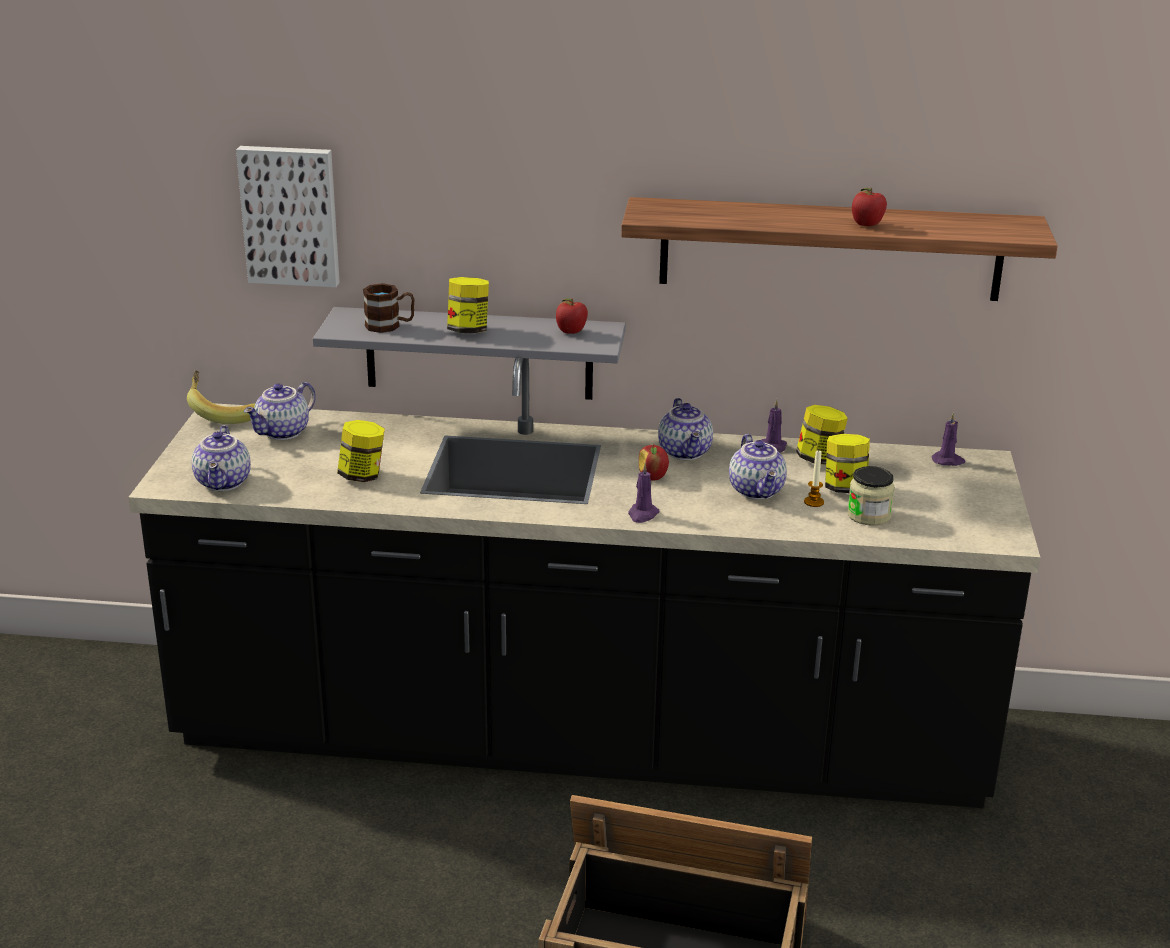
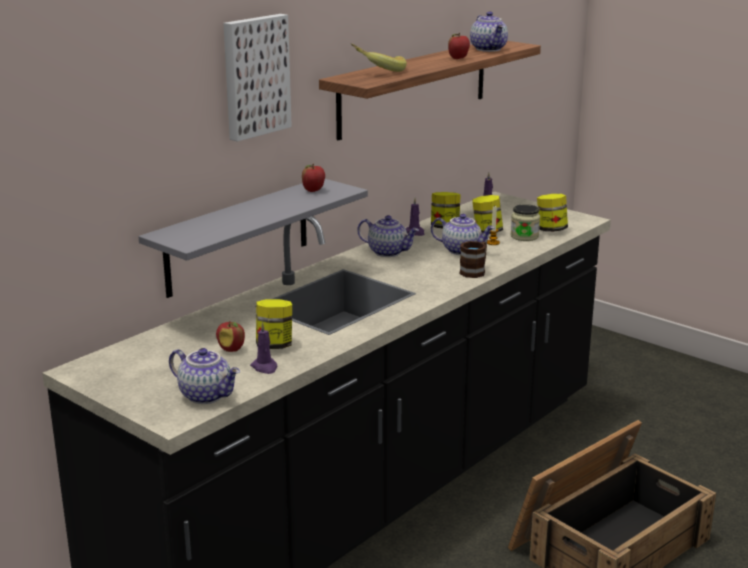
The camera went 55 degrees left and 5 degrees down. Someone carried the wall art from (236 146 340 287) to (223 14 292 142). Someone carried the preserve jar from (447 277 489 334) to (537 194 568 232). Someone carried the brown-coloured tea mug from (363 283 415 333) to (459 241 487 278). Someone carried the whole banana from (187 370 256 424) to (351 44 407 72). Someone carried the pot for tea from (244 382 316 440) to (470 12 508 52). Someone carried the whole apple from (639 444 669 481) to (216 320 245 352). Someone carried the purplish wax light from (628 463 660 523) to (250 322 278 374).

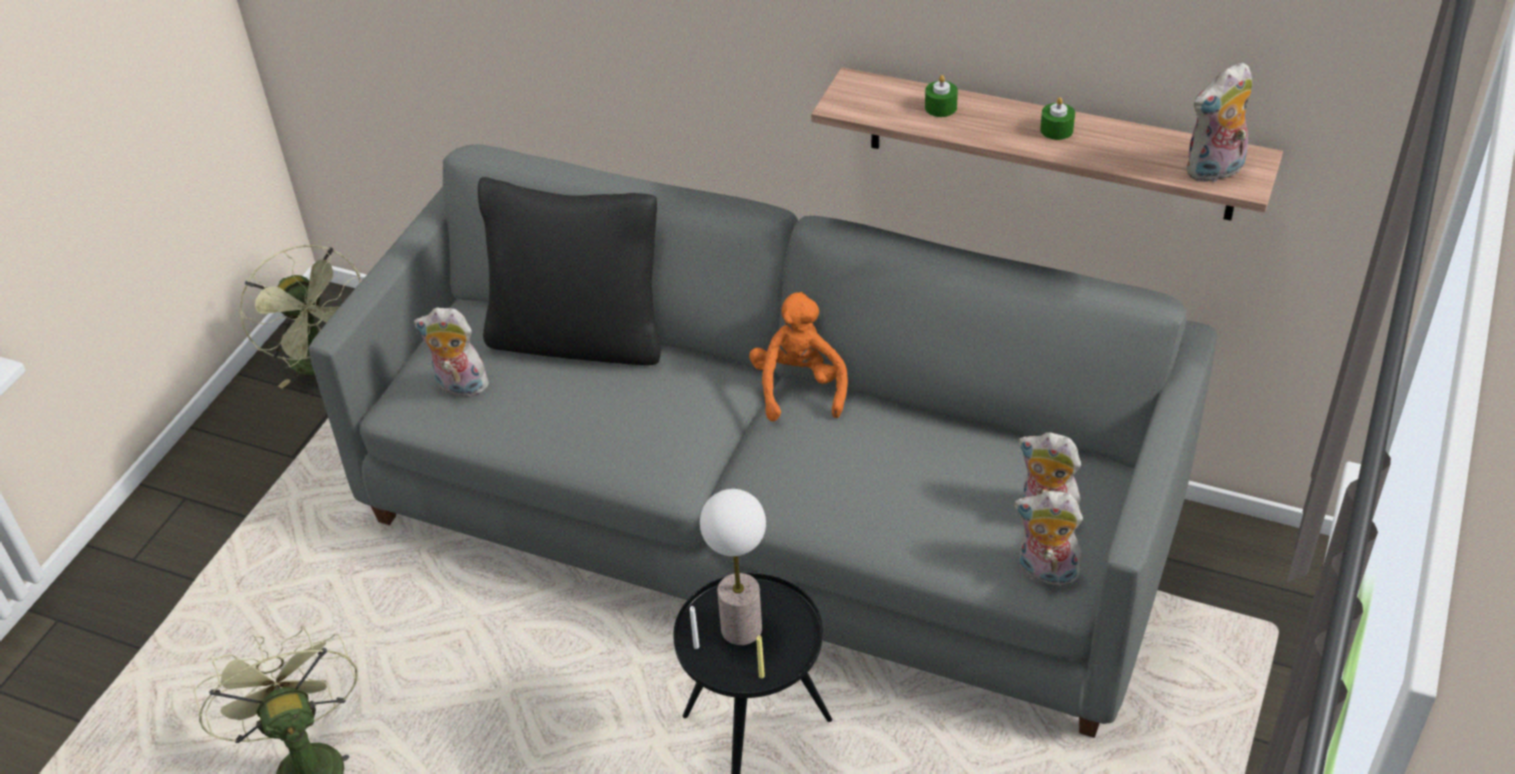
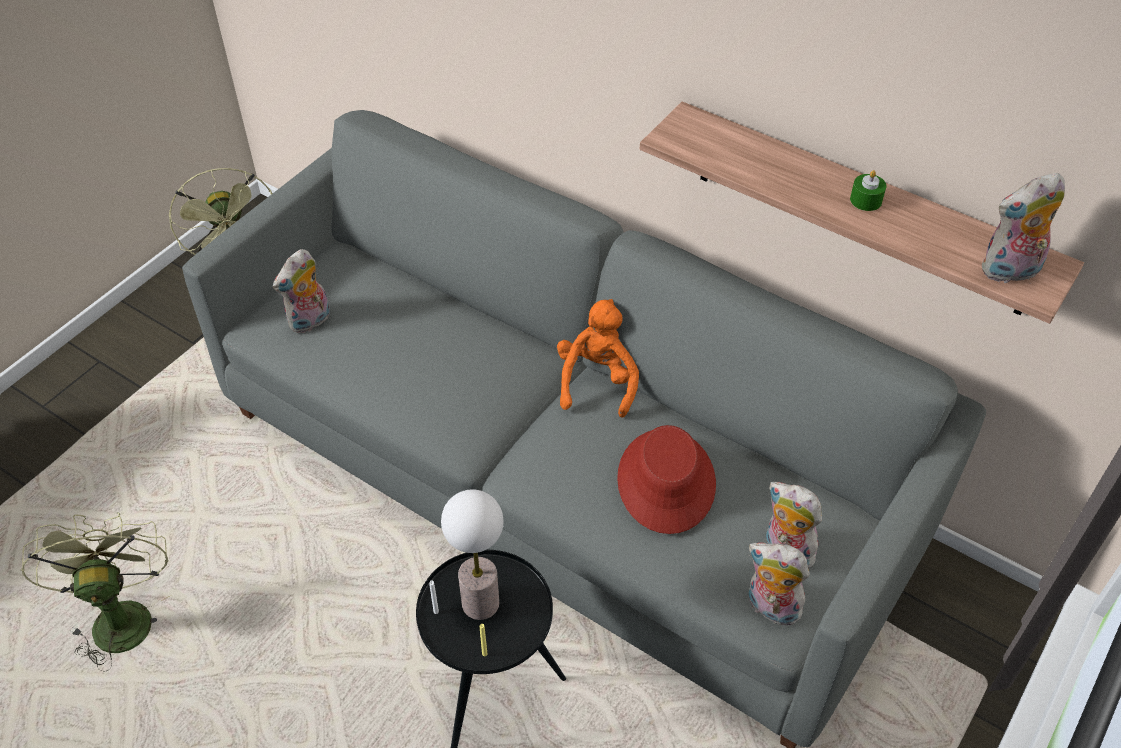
The camera went 10 degrees right and 5 degrees up. Someone took away the greenish wax light at (925 75 958 117). Someone took away the blackish cushion at (478 177 661 366). Someone rotated the cuddly toy at (414 307 492 397) by 75 degrees counterclockwise. Someone put down the reddish hat at (617 425 716 534).

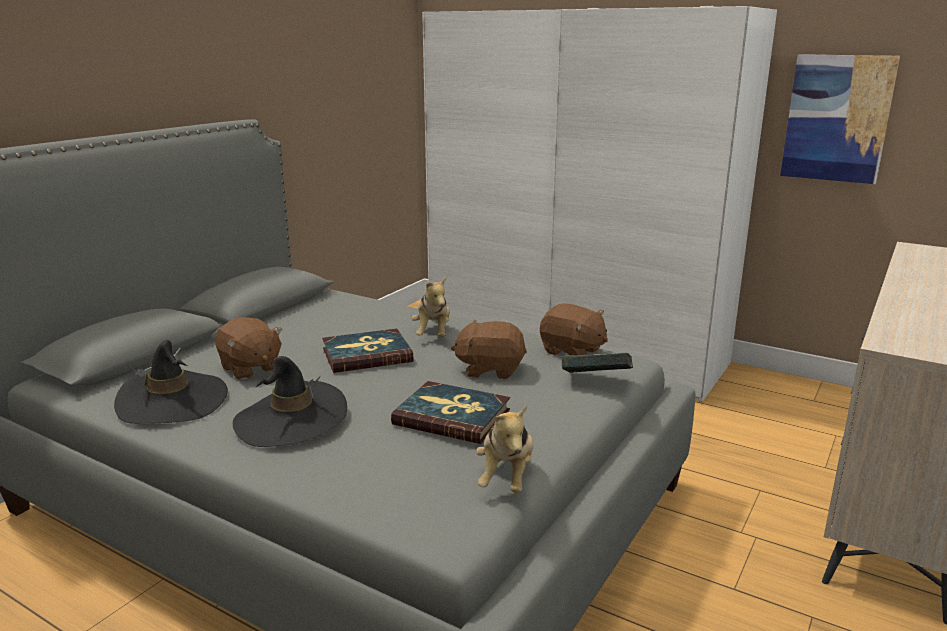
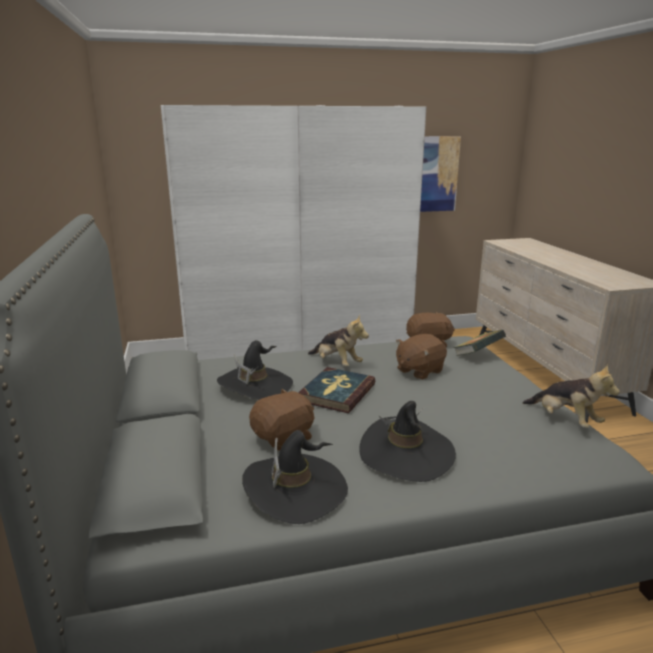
The camera went 45 degrees left and 0 degrees up. Someone rotated the brown-coloured cuddly toy at (216 317 283 380) by 45 degrees counterclockwise. Someone took away the book at (391 381 510 444). Someone put down the blackish hat at (217 340 293 399).

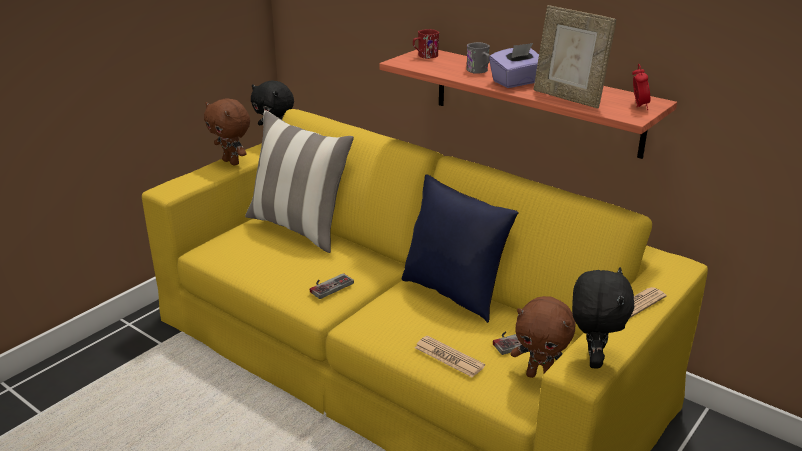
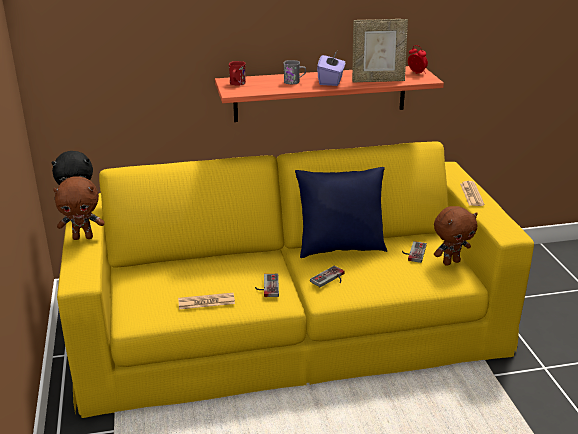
The camera went 50 degrees left and 0 degrees up. Someone took away the cushion at (245 110 354 253). Someone took away the blackish cuddly toy at (572 267 634 369). Someone carried the daily paper from (415 336 485 377) to (178 293 235 309). Someone put down the gamepad at (310 266 345 287).

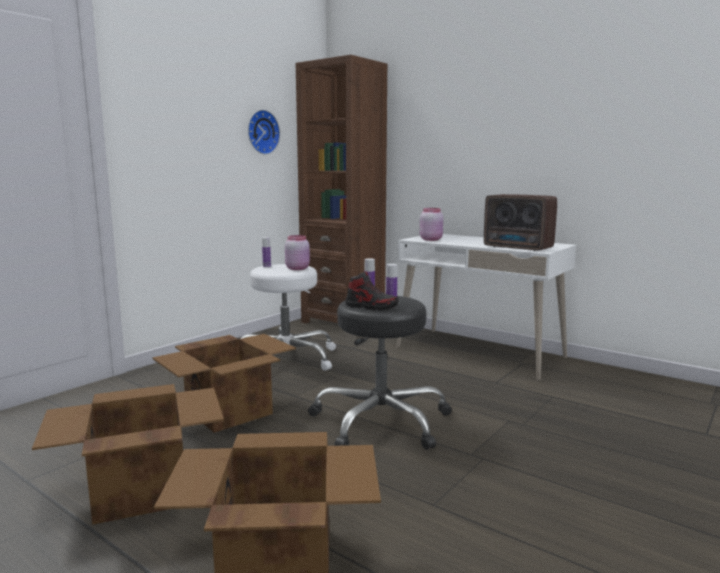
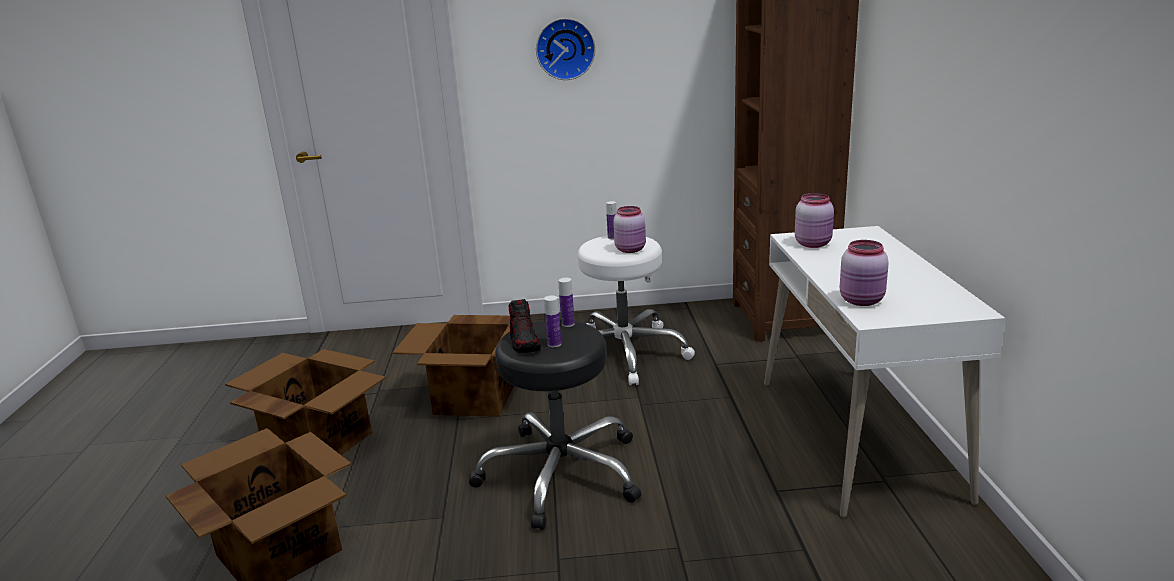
The camera went 50 degrees right and 10 degrees up. Someone carried the clock on the wall from (248 110 280 155) to (536 18 595 80). Someone swapped the radio set at (484 194 557 251) for the pink-coloured preserve jar at (840 240 889 306).

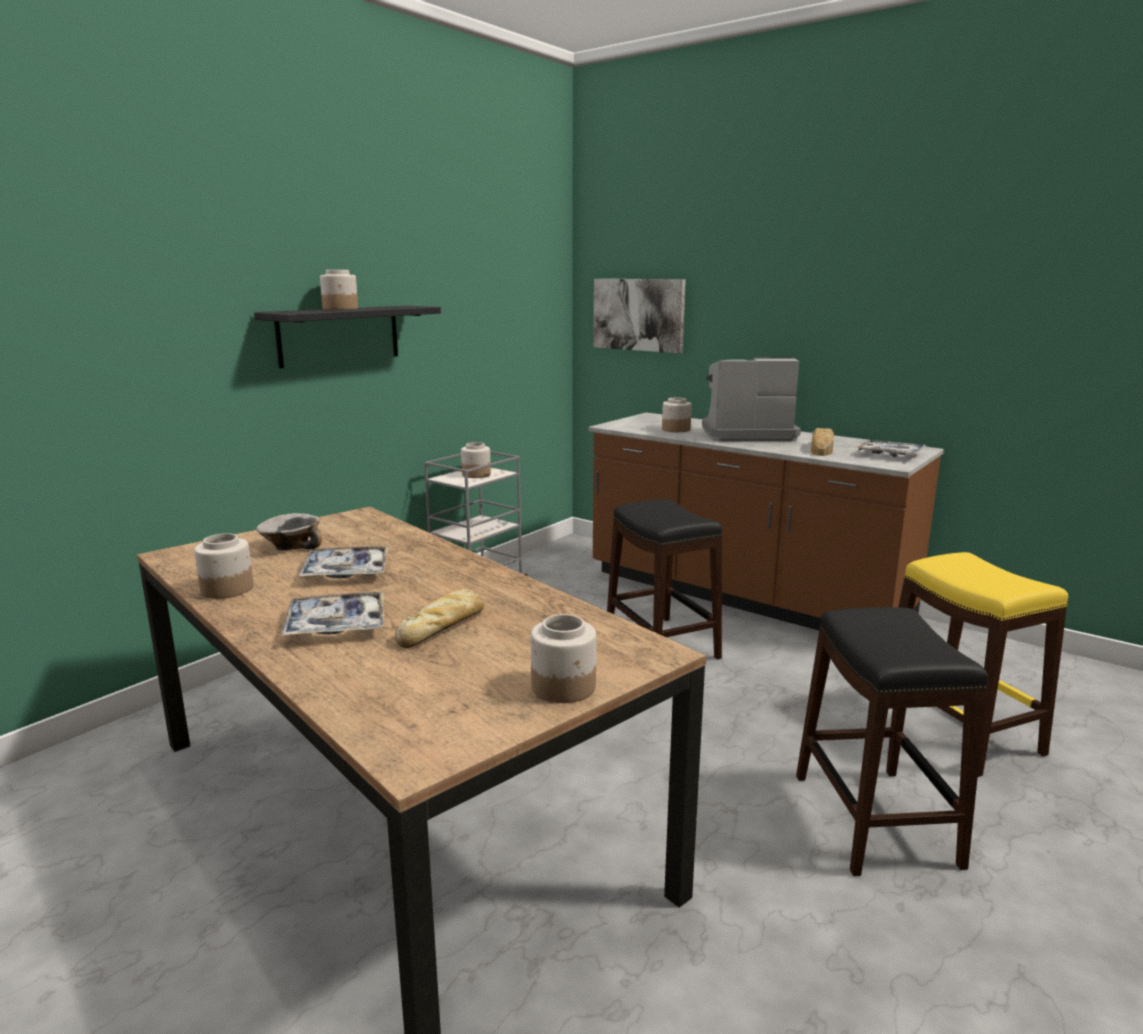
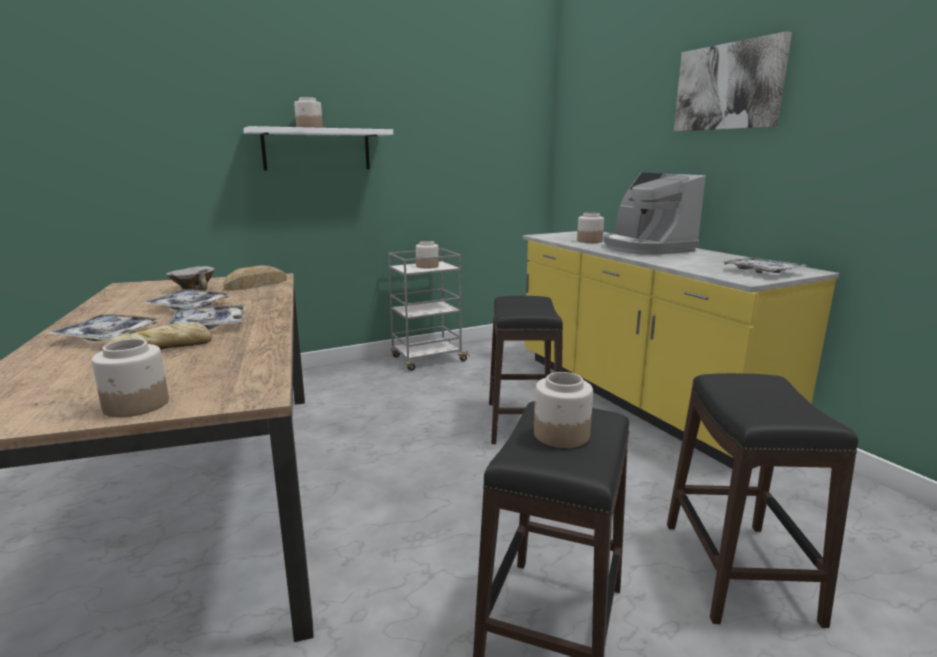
The camera went 25 degrees right and 0 degrees up. Someone carried the wall art from (593 279 686 353) to (674 31 792 131). Someone repainted the blackish bracket shelf at (254 306 441 368), which became the white bracket shelf at (243 126 393 170). Someone rotated the coffee brewer at (702 357 801 441) by 135 degrees counterclockwise. Someone repainted the brown-coloured kitchen base unit at (589 413 944 630), which became the yellow-coloured kitchen base unit at (522 231 839 469). Someone carried the baked bread from (811 428 834 456) to (223 265 287 291). Someone carried the preserve jar from (194 533 254 599) to (534 372 593 448). Someone repainted the yellow-coloured stool seat at (899 552 1068 777), which became the blackish stool seat at (667 373 859 628). Someone put down the carrying tray at (167 305 247 329).

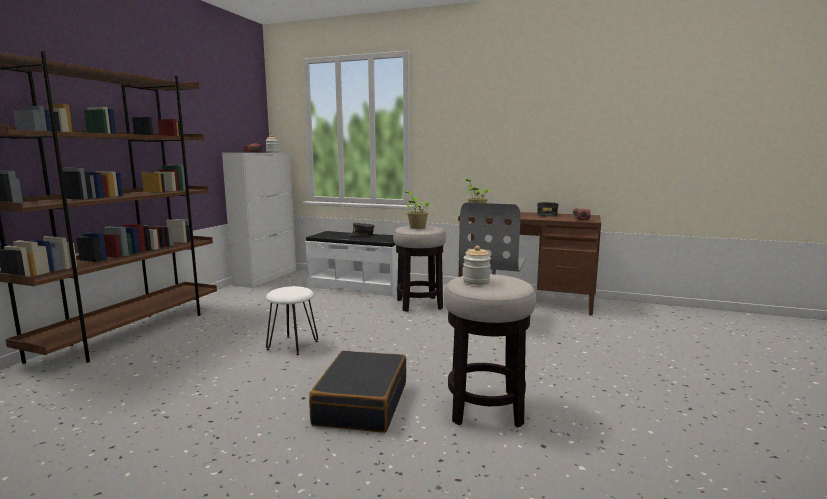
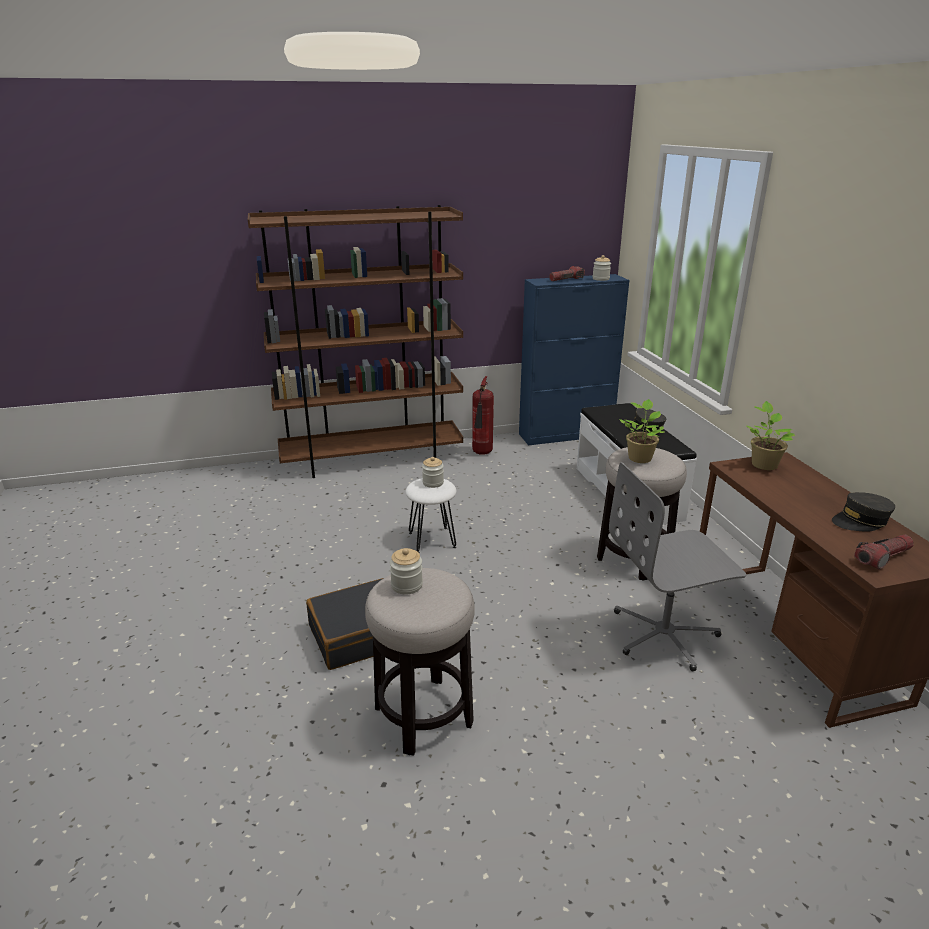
The camera went 55 degrees right and 15 degrees up. Someone repainted the white storage cabinet at (222 153 296 288), which became the bluish storage cabinet at (519 274 629 446). Someone put down the extinguisher at (472 376 494 455). Someone put down the preserve jar at (422 457 444 488).

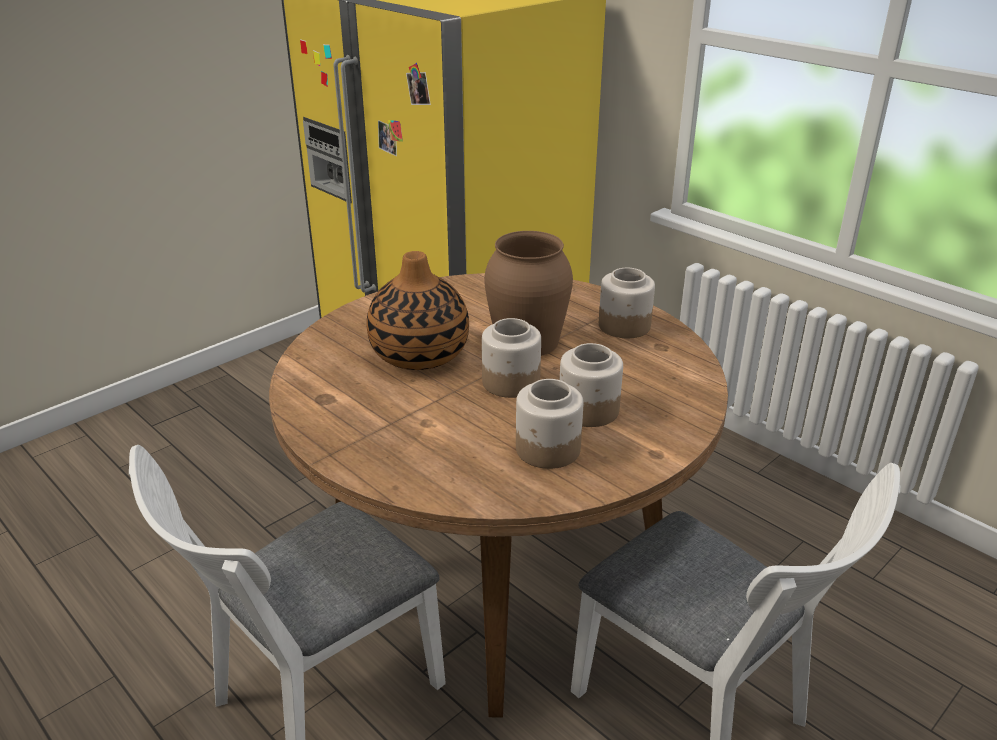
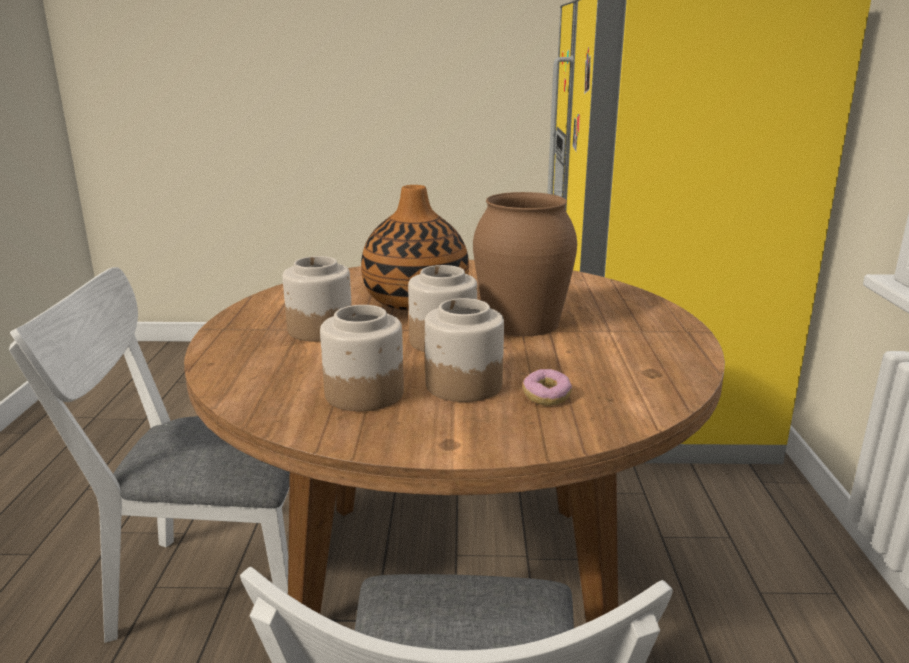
The camera went 45 degrees right and 10 degrees down. Someone carried the preserve jar from (599 268 655 338) to (283 256 352 341). Someone put down the doughnut at (523 369 572 406).

